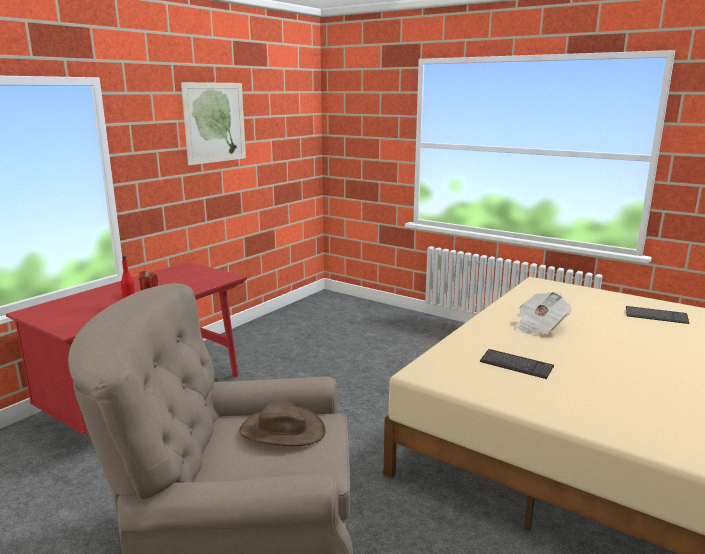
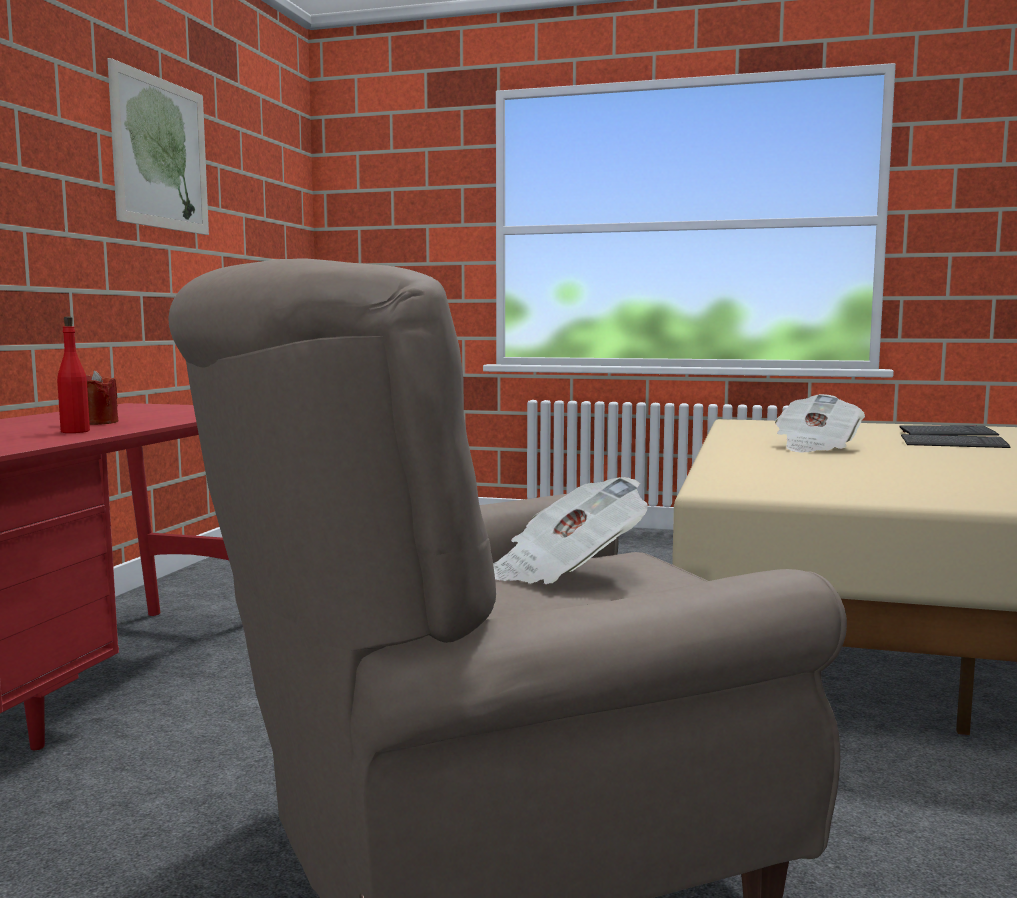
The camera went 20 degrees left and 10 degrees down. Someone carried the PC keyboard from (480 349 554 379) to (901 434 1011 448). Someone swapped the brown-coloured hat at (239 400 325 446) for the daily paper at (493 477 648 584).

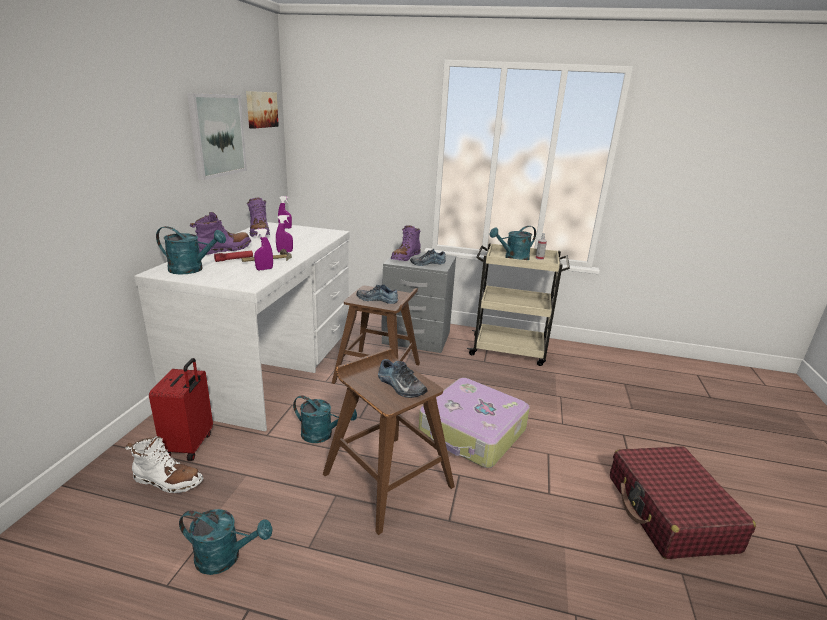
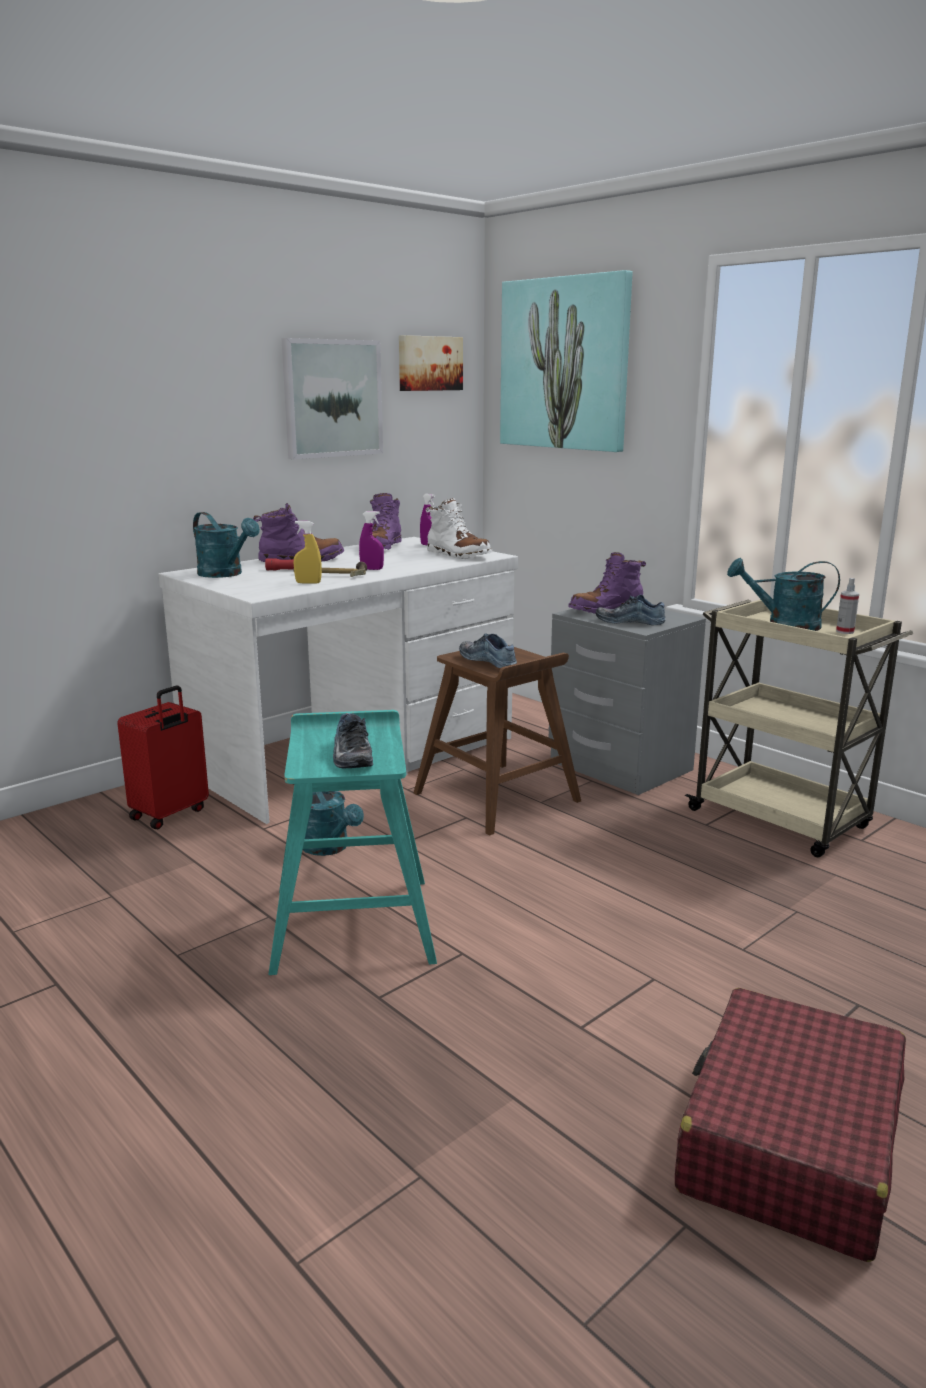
The camera went 35 degrees right and 5 degrees down. Someone repainted the purplish hand sprayer at (254 228 273 270), which became the yellow-coloured hand sprayer at (294 521 322 584). Someone repainted the brown-coloured stool seat at (323 348 455 535), which became the turquoise stool seat at (268 710 437 975). Someone took away the piece of luggage at (419 378 530 468). Someone carried the white tall boot from (125 436 203 493) to (426 498 493 559). Someone took away the turquoise sprinkling can at (179 509 272 575). Someone put up the wall art at (500 270 632 452).

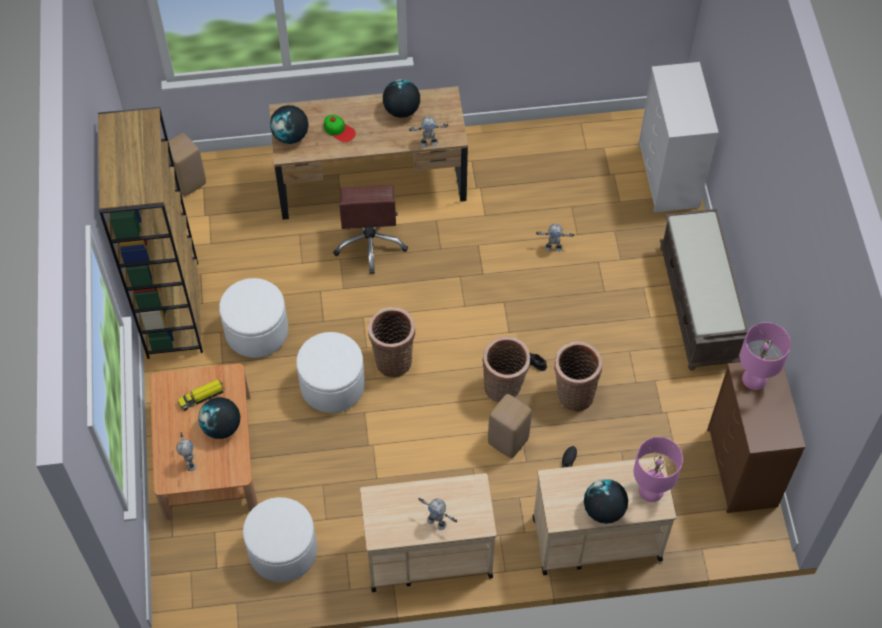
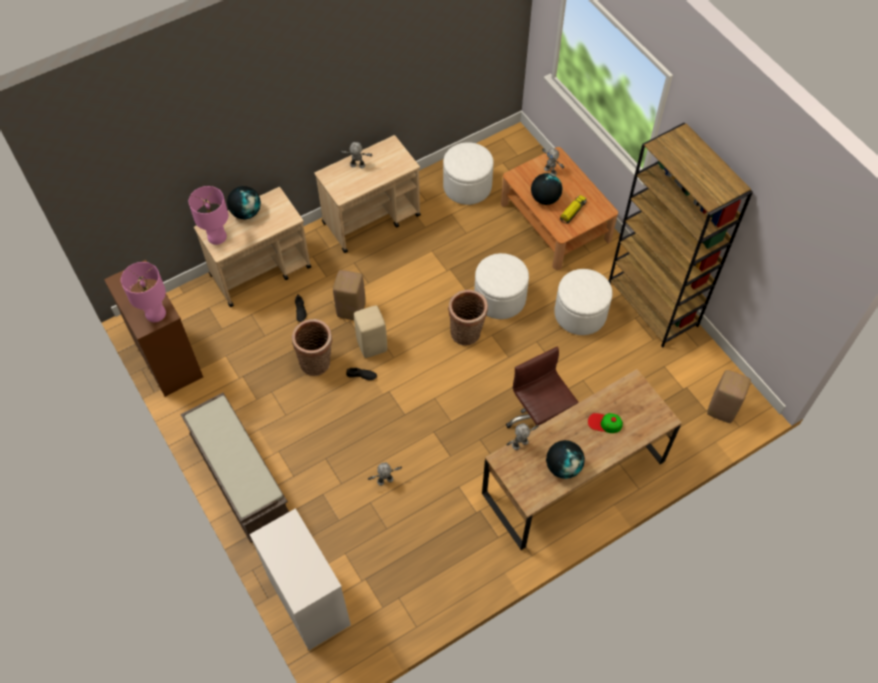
The camera went 155 degrees right and 0 degrees up. Someone took away the desk globe at (270 105 309 144). Someone swapped the household basket at (482 337 530 402) for the beige stool seat at (354 305 387 358).

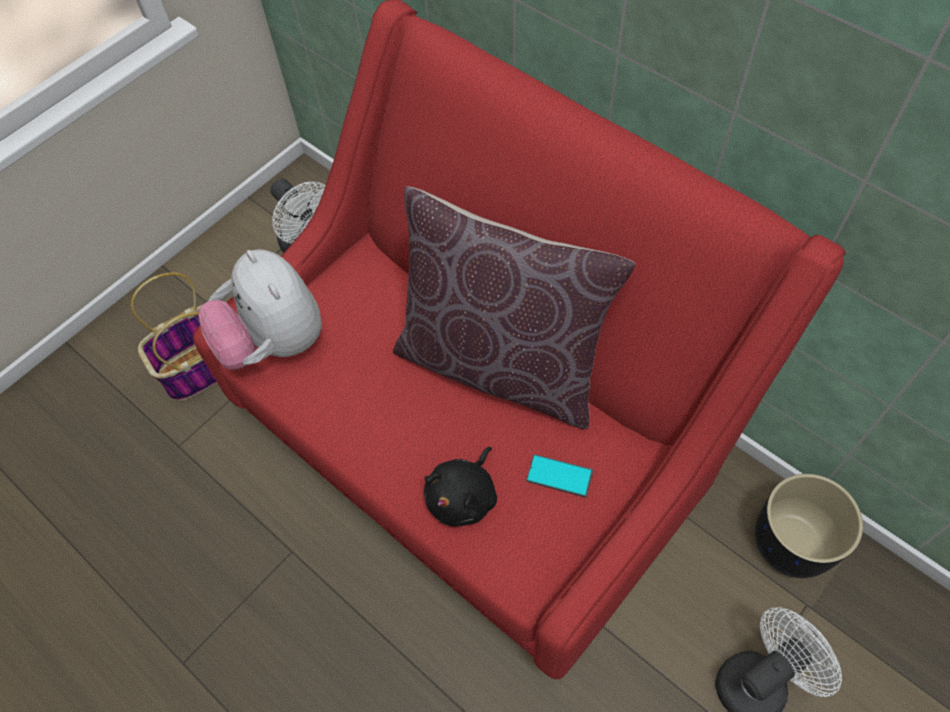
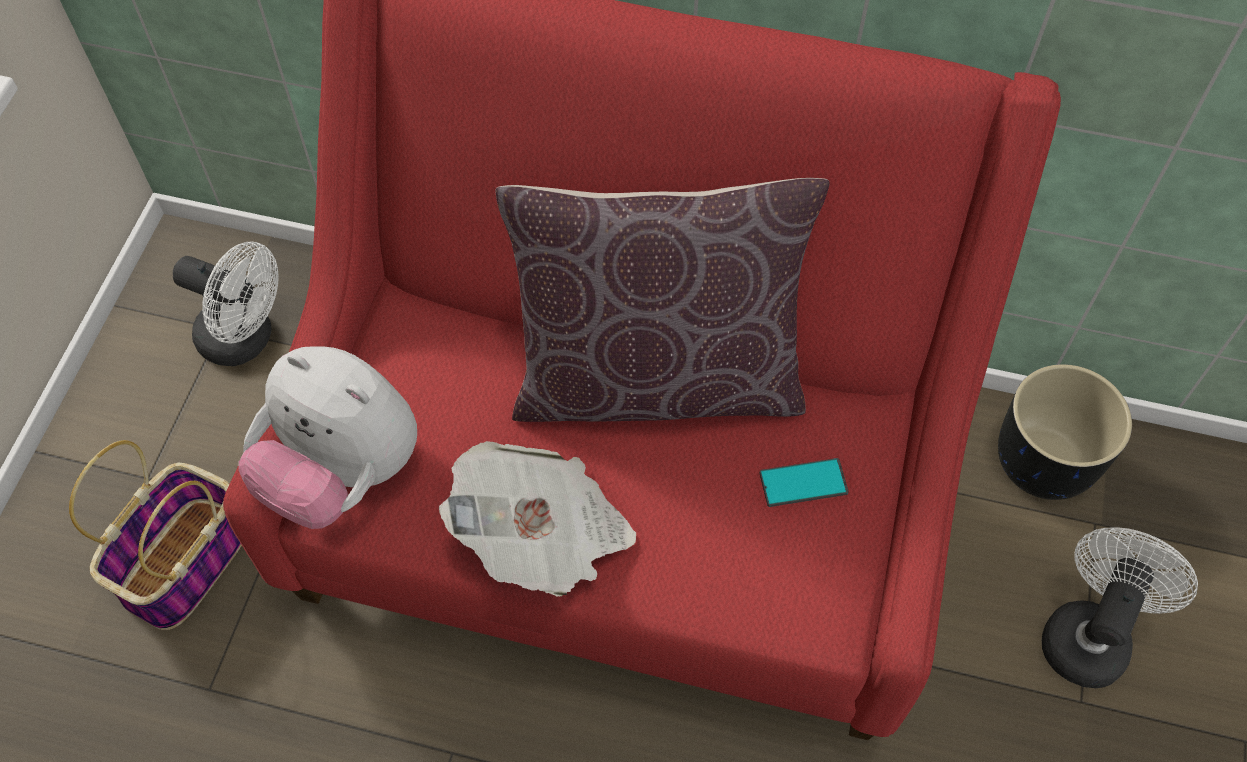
The camera went 30 degrees left and 0 degrees up. Someone took away the blackish cuddly toy at (424 447 497 527). Someone put down the daily paper at (439 441 636 597).

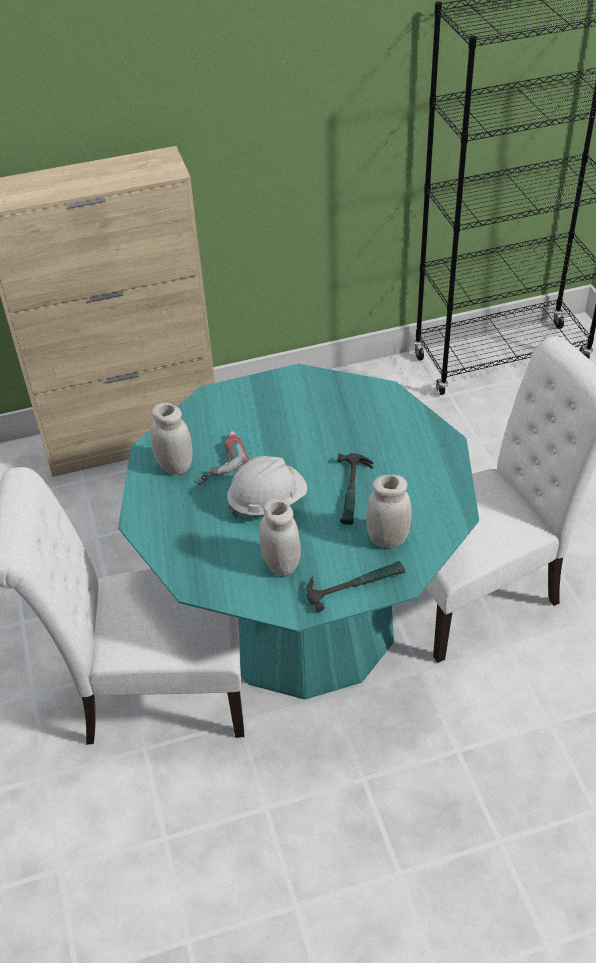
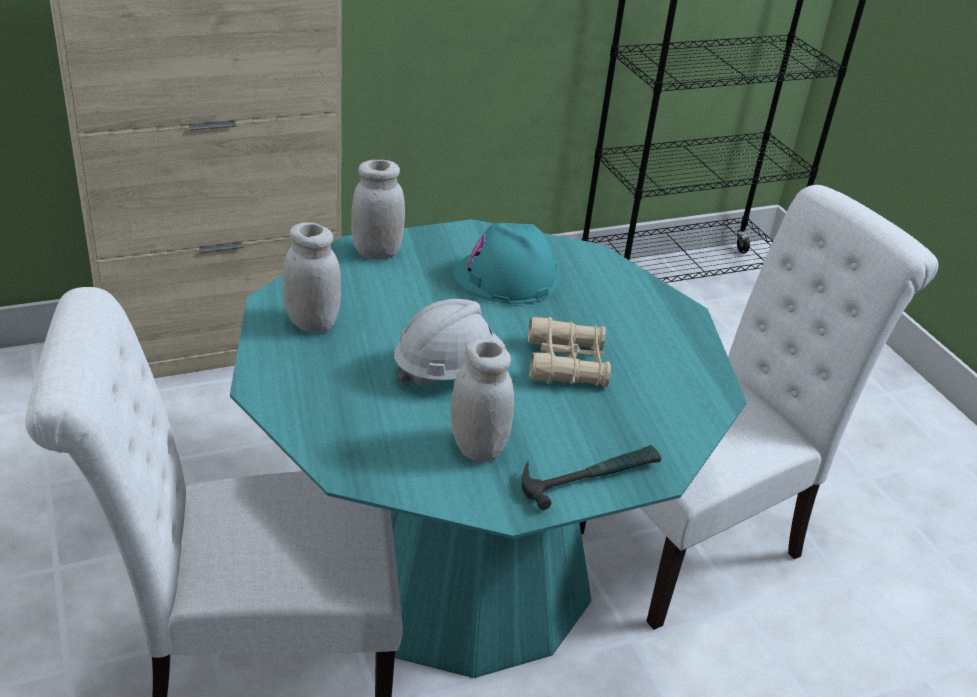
The camera went 10 degrees left and 10 degrees down. Someone took away the power drill at (198 431 249 485). Someone swapped the hand hammer at (338 453 373 525) for the beige field glasses at (528 317 611 387). Someone carried the white preserve jar from (366 475 412 548) to (351 160 405 260). Someone put down the turquoise hard hat at (454 223 559 304).

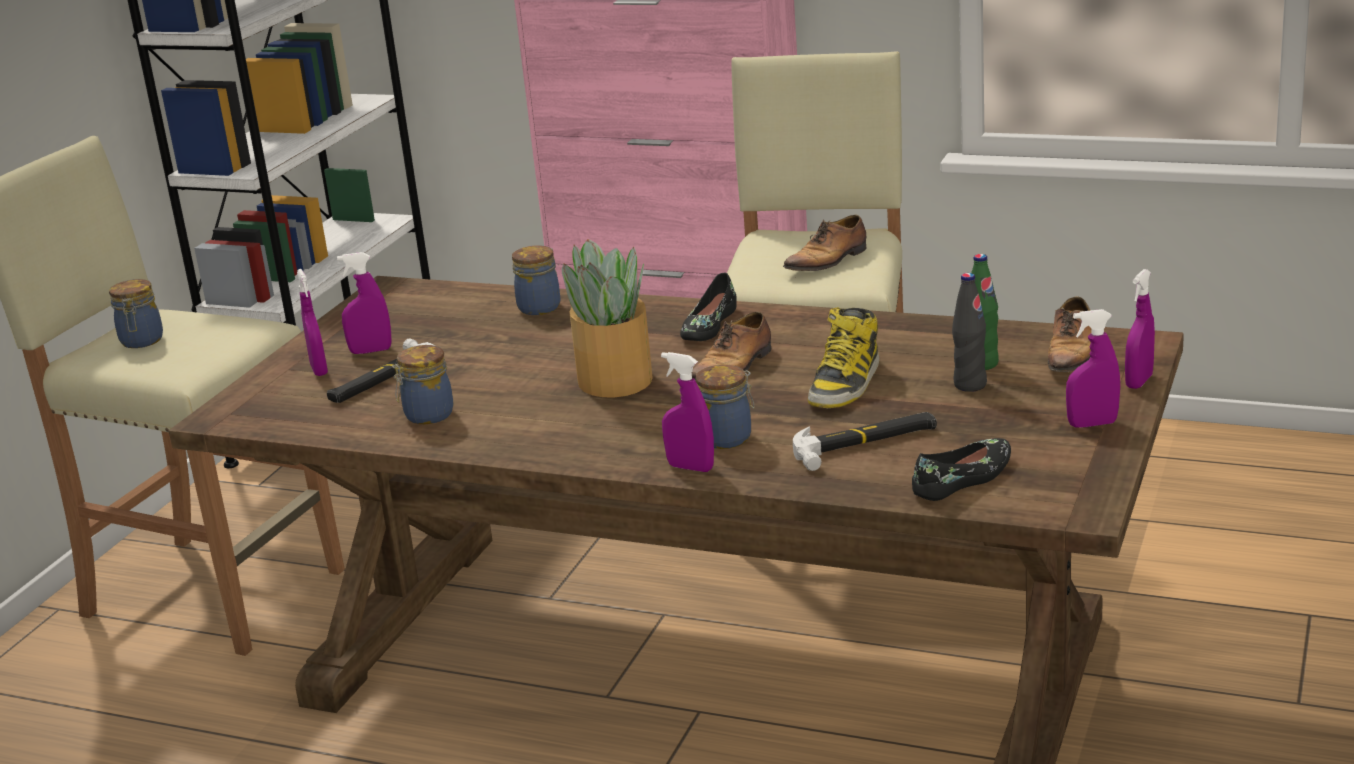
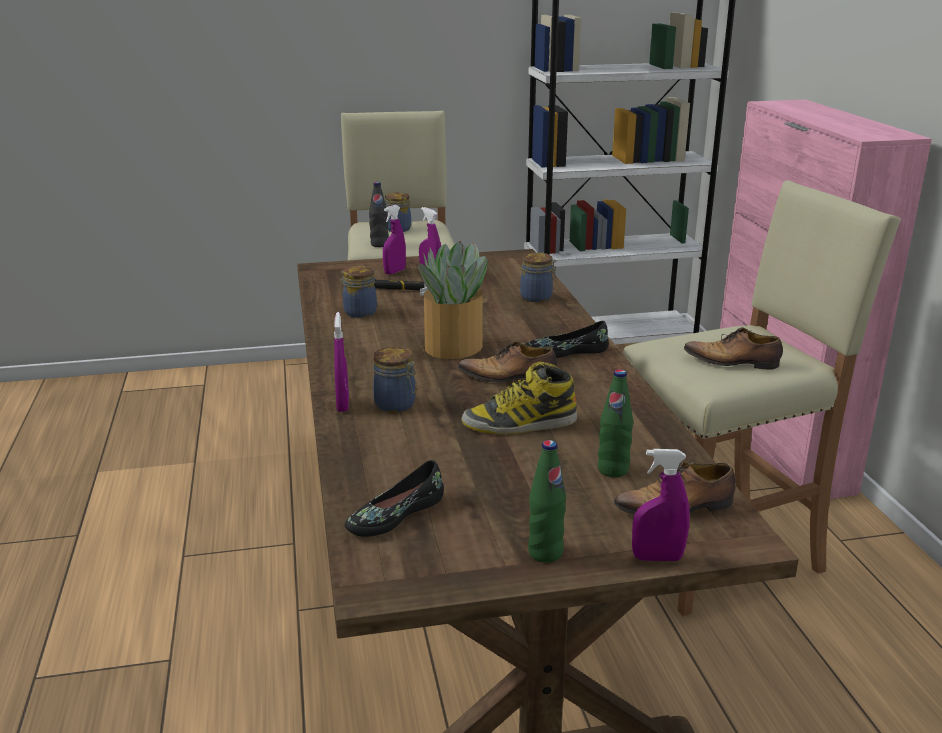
The camera went 55 degrees right and 0 degrees up. Someone carried the blackish bottle from (952 273 987 392) to (369 182 389 247). Someone swapped the purplish hand sprayer at (1066 309 1120 428) for the greenish bottle at (528 440 566 563). Someone took away the hand hammer at (793 412 937 471). Someone rotated the blackish low shoe at (912 438 1011 501) by 120 degrees clockwise.

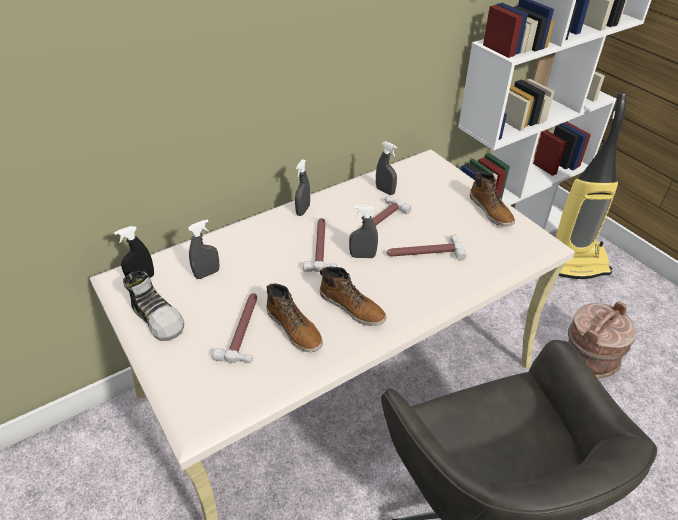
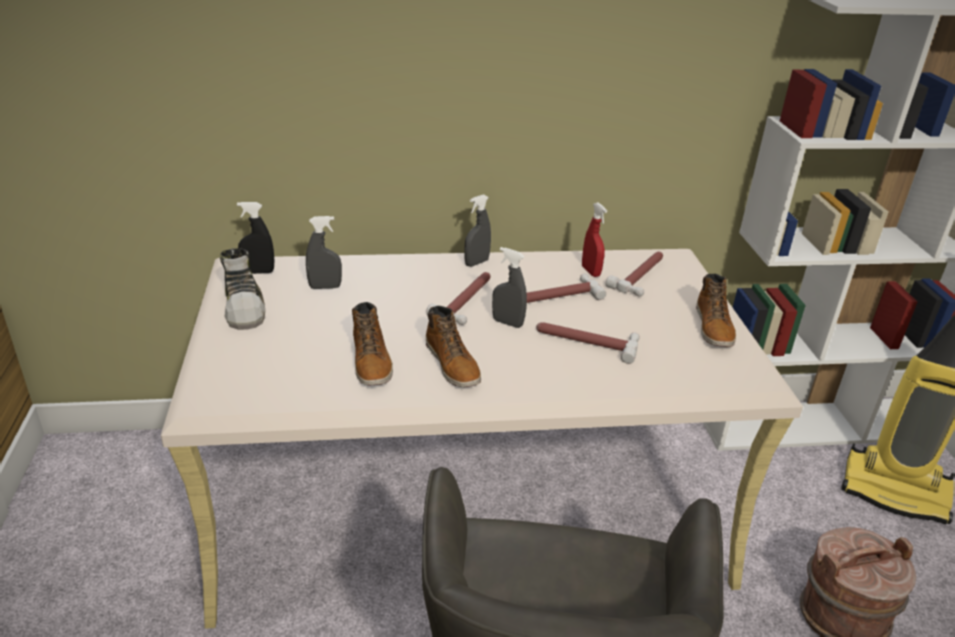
The camera went 25 degrees right and 10 degrees down. Someone repainted the greyish hand sprayer at (376 141 397 195), which became the reddish hand sprayer at (582 202 607 277). Someone carried the hand hammer from (213 293 257 363) to (606 251 663 297).

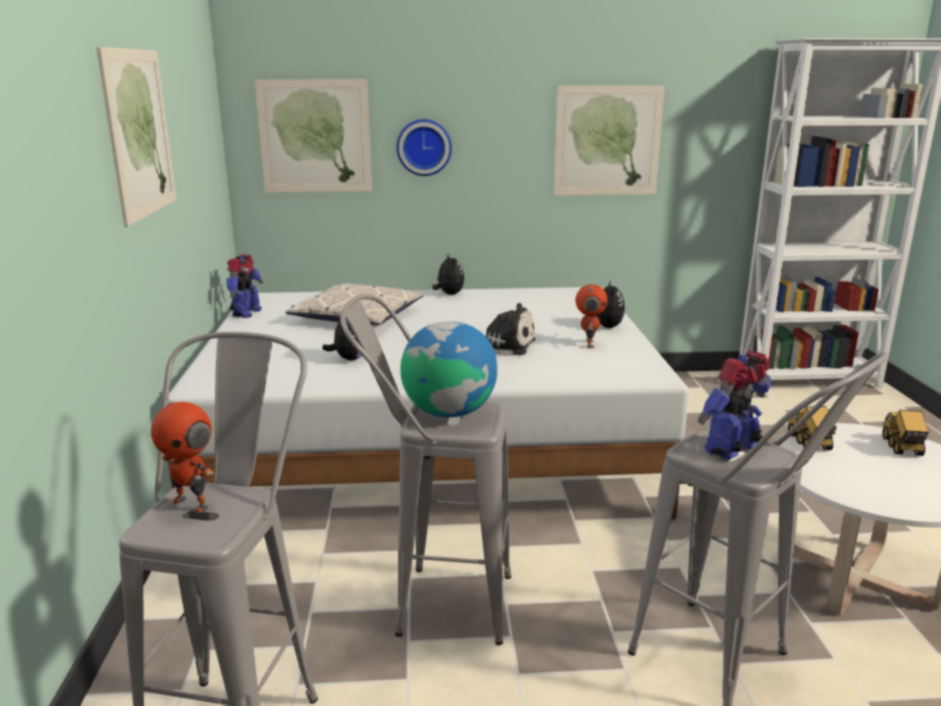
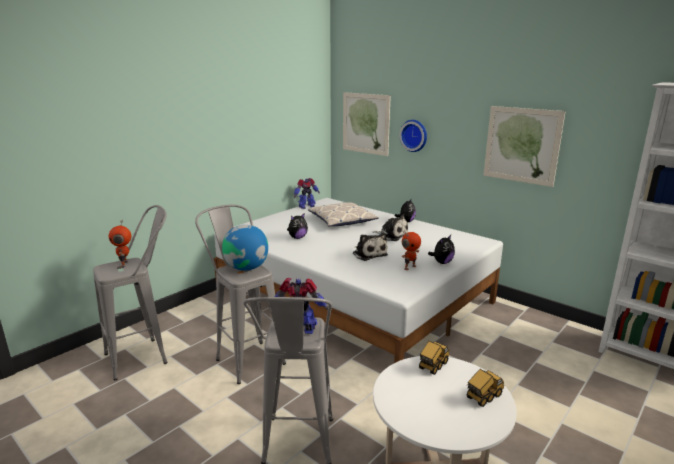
The camera went 45 degrees right and 0 degrees up. Someone took away the wall art at (97 47 176 227). Someone put down the cuddly toy at (373 215 408 241).

